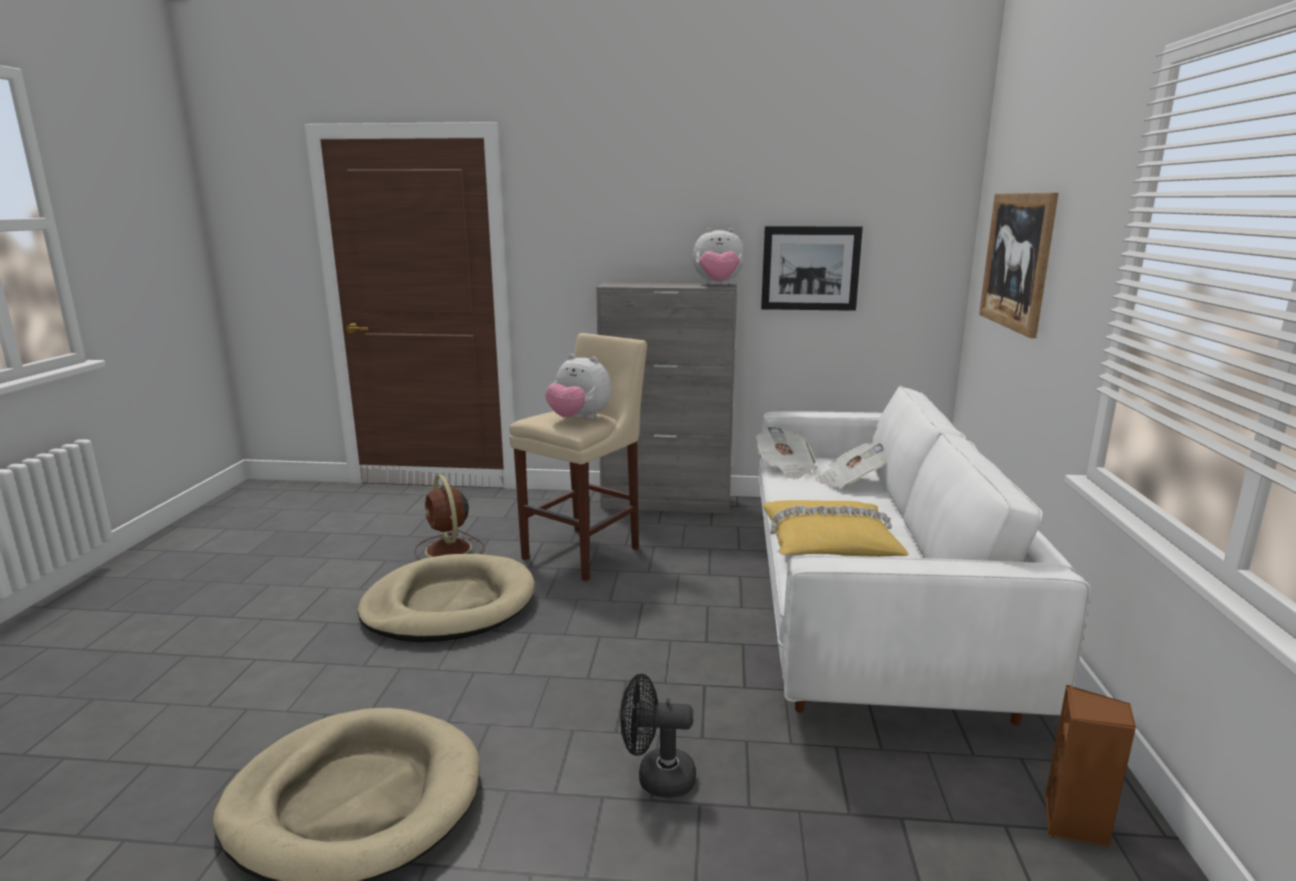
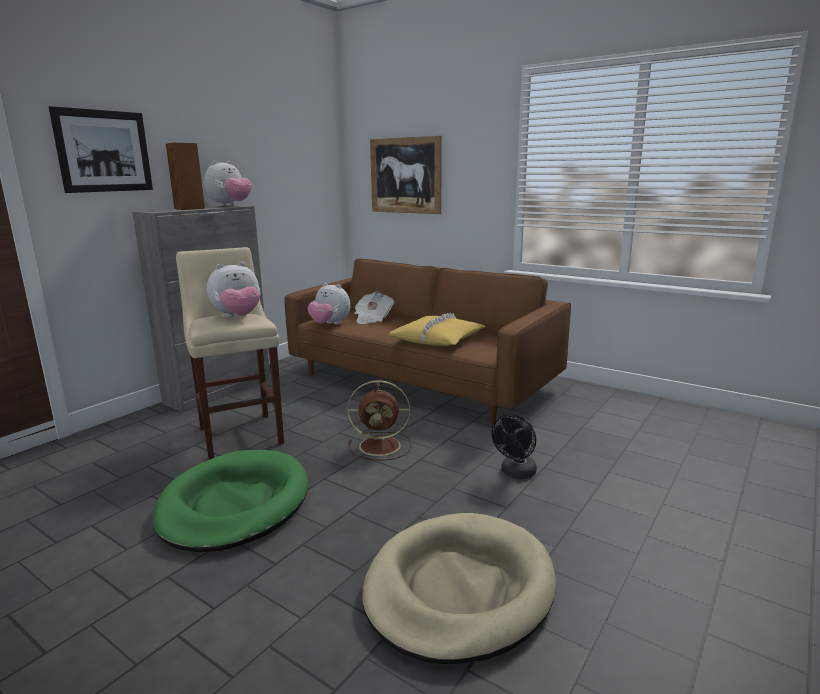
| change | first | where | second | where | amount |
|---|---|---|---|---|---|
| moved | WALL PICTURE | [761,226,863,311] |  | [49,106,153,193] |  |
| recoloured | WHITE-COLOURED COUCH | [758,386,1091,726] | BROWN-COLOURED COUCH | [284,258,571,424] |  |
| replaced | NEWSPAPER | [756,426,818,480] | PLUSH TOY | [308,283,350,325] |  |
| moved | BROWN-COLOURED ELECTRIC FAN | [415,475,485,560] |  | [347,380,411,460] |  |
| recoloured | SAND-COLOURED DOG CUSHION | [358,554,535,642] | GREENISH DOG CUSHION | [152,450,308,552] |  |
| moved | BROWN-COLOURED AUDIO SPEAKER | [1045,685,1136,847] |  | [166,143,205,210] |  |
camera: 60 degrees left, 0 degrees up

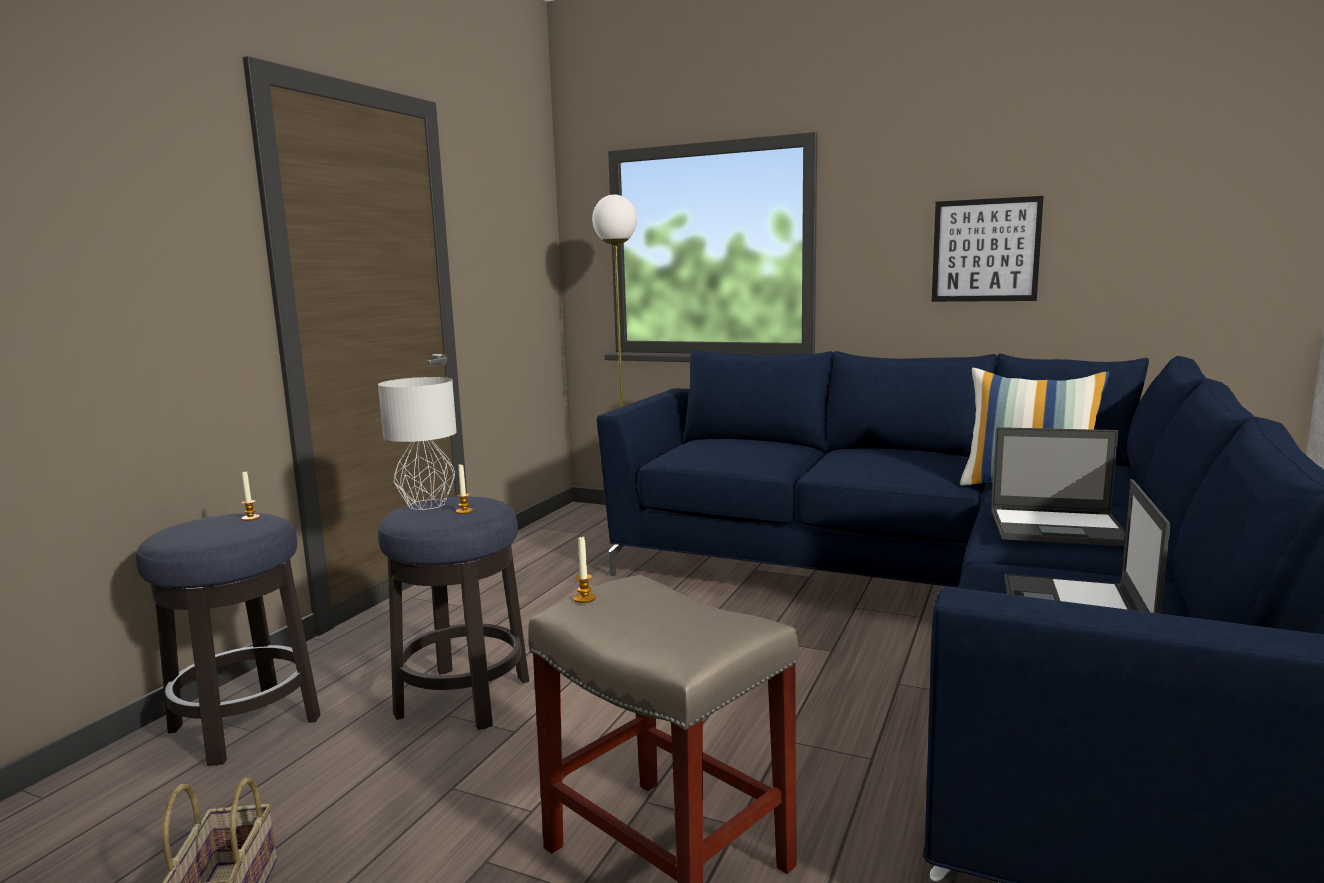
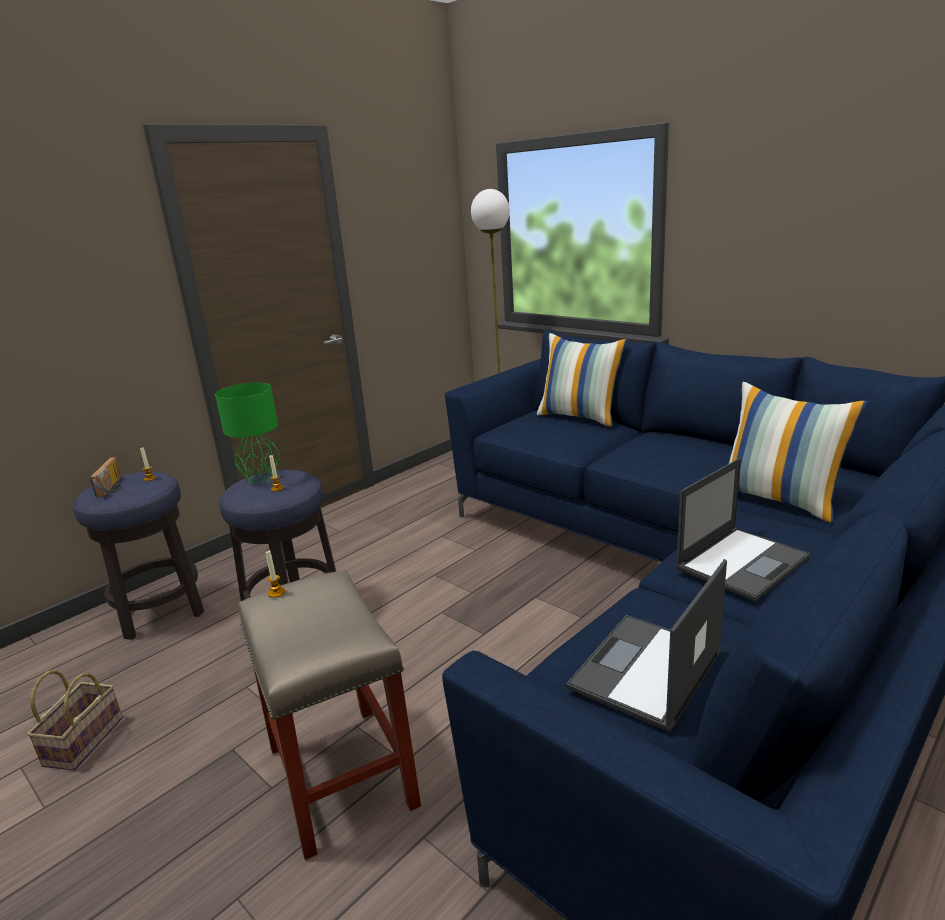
| change | first | where | second | where | amount |
|---|---|---|---|---|---|
| removed | WALL PICTURE | [932,196,1044,302] |  |  |  |
| recoloured | GREY LAMP FOR A TABLE | [378,377,457,510] | GREENISH LAMP FOR A TABLE | [215,383,280,483] |  |
| turned | NOTEBOOK COMPUTER | [991,427,1125,546] |  | [675,458,810,601] | 75 degrees counterclockwise |
| added |  |  | PILLOW | [537,333,628,427] |  |
| added |  |  | RADIO SET | [90,457,122,498] |  |
camera: 20 degrees right, 10 degrees up

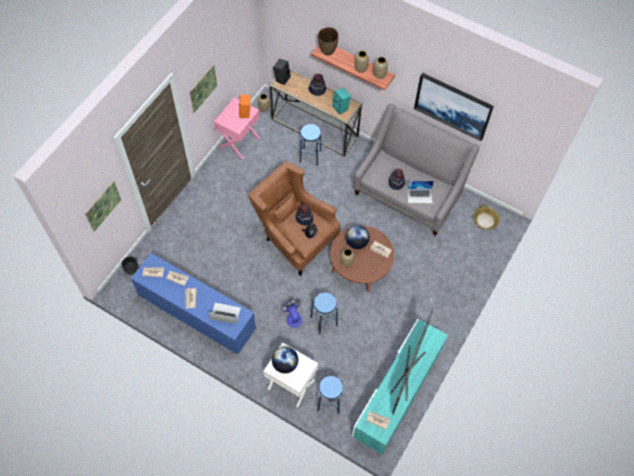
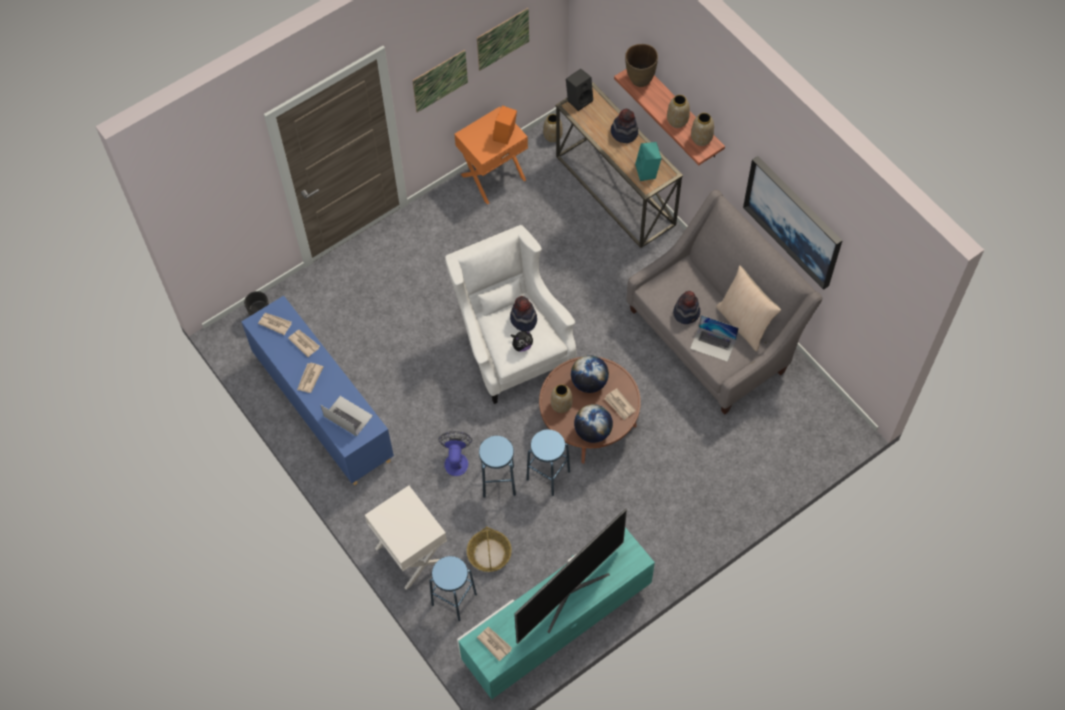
| change | first | where | second | where | amount |
|---|---|---|---|---|---|
| recoloured | PINKISH BEDSIDE TABLE | [214,97,260,159] | ORANGE-COLOURED BEDSIDE TABLE | [454,107,528,204] |  |
| moved | BLUISH STOOL SEAT | [300,124,321,166] |  | [526,429,570,496] |  |
| recoloured | BROWN-COLOURED LOUNGE CHAIR | [248,161,340,276] | WHITE-COLOURED LOUNGE CHAIR | [445,225,576,404] |  |
| moved | WALL PICTURE | [85,181,121,232] |  | [477,8,529,71] |  |
| moved | BASKET | [473,204,500,230] |  | [467,526,512,572] |  |
| moved | GLOBE | [272,346,299,373] |  | [574,404,613,443] |  |
| added |  |  | SAND-COLOURED PILLOW | [716,265,781,352] |  |
camera: 25 degrees right, 0 degrees up

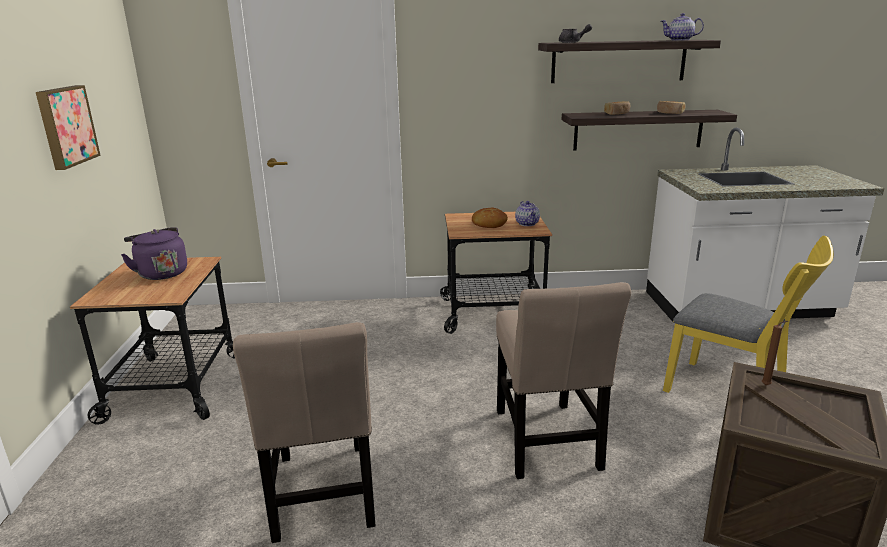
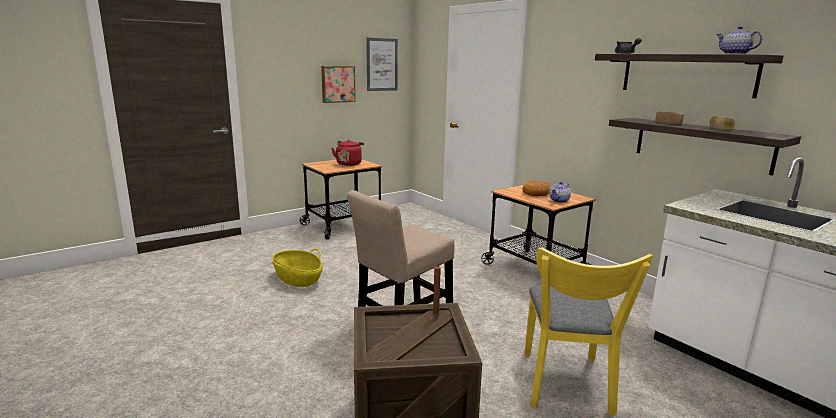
| change | first | where | second | where | amount |
|---|---|---|---|---|---|
| recoloured | PURPLISH WATER KETTLE | [121,227,187,280] | REDDISH WATER KETTLE | [331,140,364,166] |  |
| replaced | SAND-COLOURED CHAIR | [233,322,375,543] | BASKET | [272,248,323,287] |  |
| added |  |  | WALL PICTURE | [366,38,398,91] |  |
camera: 55 degrees right, 5 degrees down

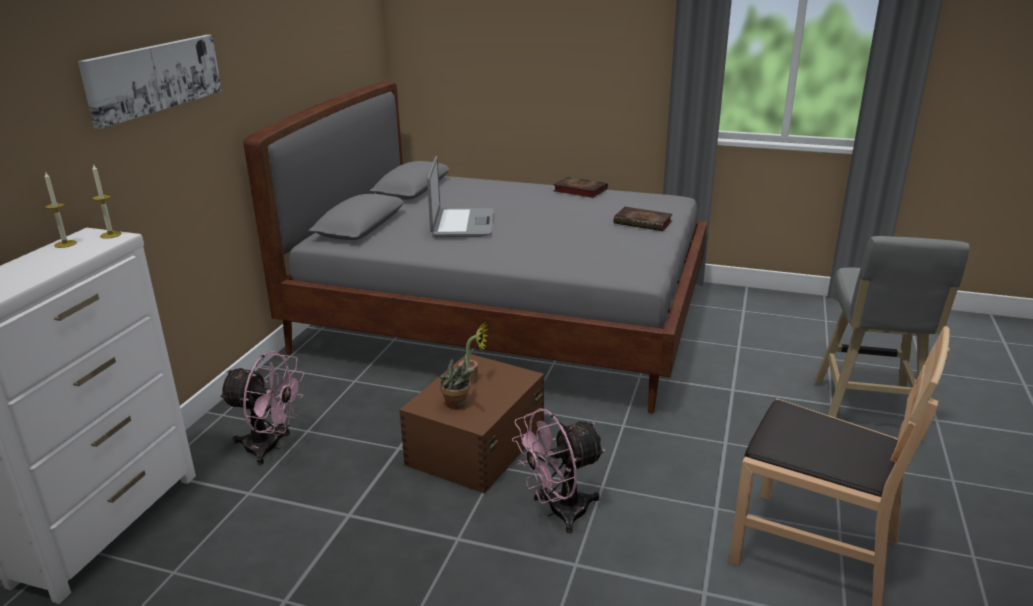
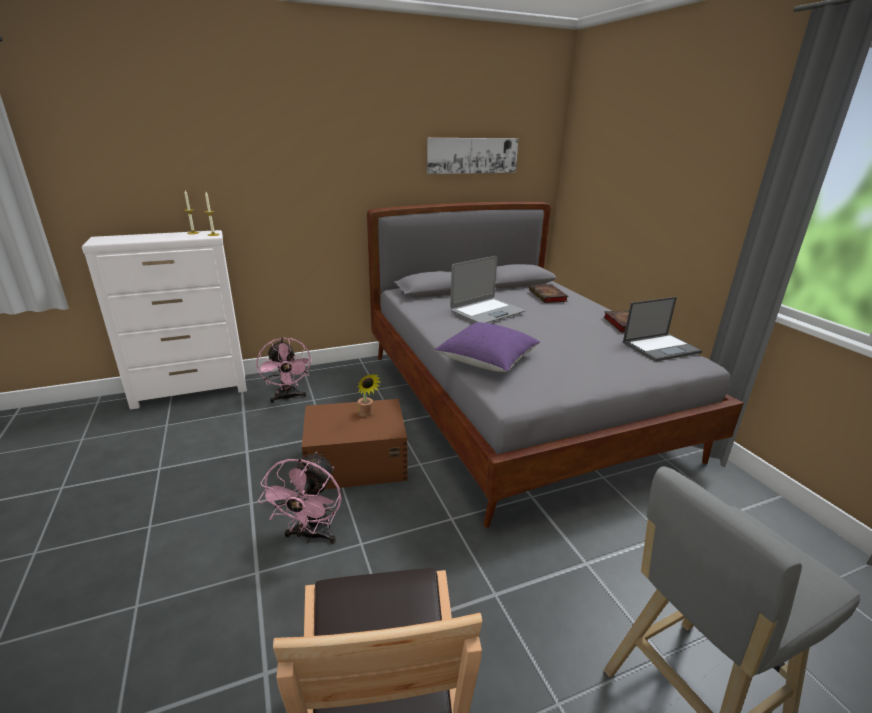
| change | first | where | second | where | amount |
|---|---|---|---|---|---|
| moved | WALL PICTURE | [78,35,222,129] |  | [427,138,518,174] |  |
| moved | BOUND BOOK | [614,207,673,231] |  | [529,284,569,303] |  |
| removed | HOUSEPLANT | [440,354,475,409] |  |  |  |
| turned | PINKISH ELECTRIC FAN | [512,408,605,533] |  | [258,452,341,544] | 105 degrees counterclockwise |
| added |  |  | NOTEBOOK COMPUTER | [623,297,702,362] |  |
| added |  |  | PURPLISH PILLOW | [434,322,540,372] |  |
camera: 50 degrees right, 0 degrees up

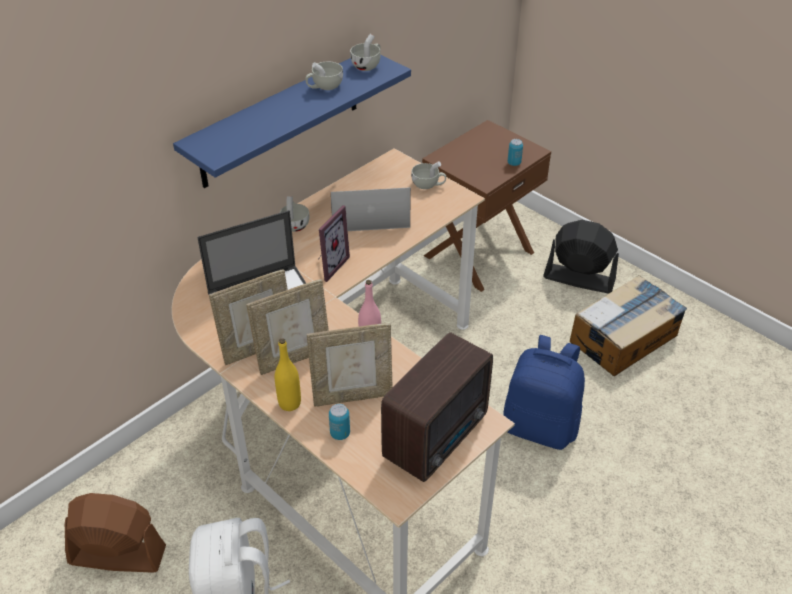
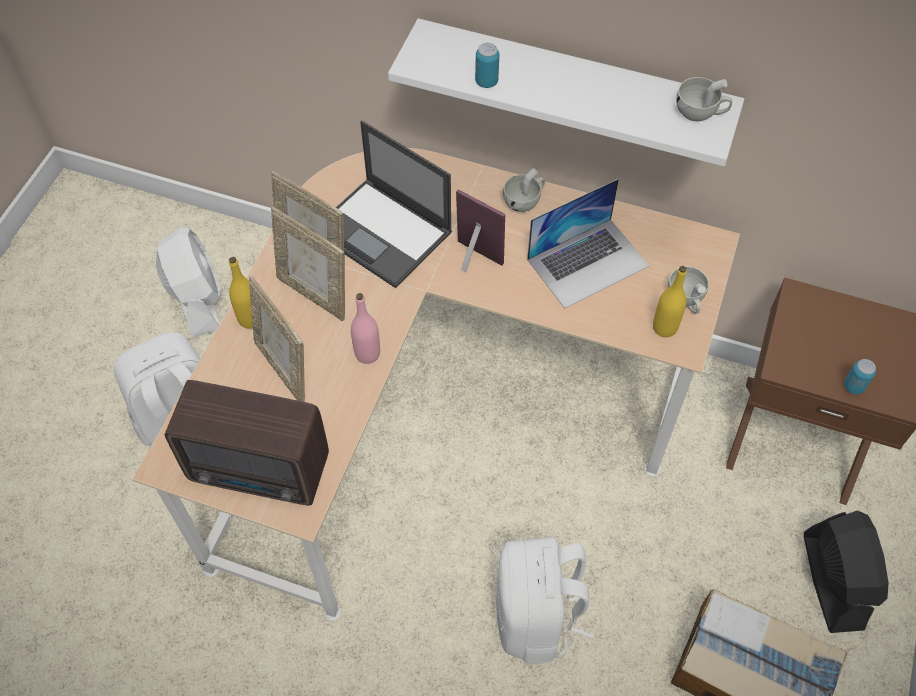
| change | first | where | second | where | amount |
|---|---|---|---|---|---|
| recoloured | BLUISH WALL SHELF | [173,55,411,188] | WHITE-COLOURED WALL SHELF | [388,18,744,166] |  |
| removed | WHITE-COLOURED DRINKING CUP | [305,61,343,90] |  |  |  |
| turned | NOTEBOOK COMPUTER | [331,187,411,231] |  | [527,178,650,309] | 90 degrees clockwise |
| turned | STANDING FRAME | [317,205,350,282] |  | [456,189,505,272] | 150 degrees counterclockwise |
| recoloured | BLUISH KNAPSACK | [504,335,585,450] | WHITE-COLOURED KNAPSACK | [496,537,594,664] |  |
| moved | METAL CAN | [329,404,350,440] |  | [475,43,499,88] |  |
| recoloured | BROWN-COLOURED ELECTRIC FAN | [65,493,166,573] | WHITE-COLOURED ELECTRIC FAN | [156,227,221,338] |  |
| added |  |  | YELLOWISH BEVERAGE BOTTLE | [653,266,687,337] |  |
camera: 65 degrees right, 15 degrees up

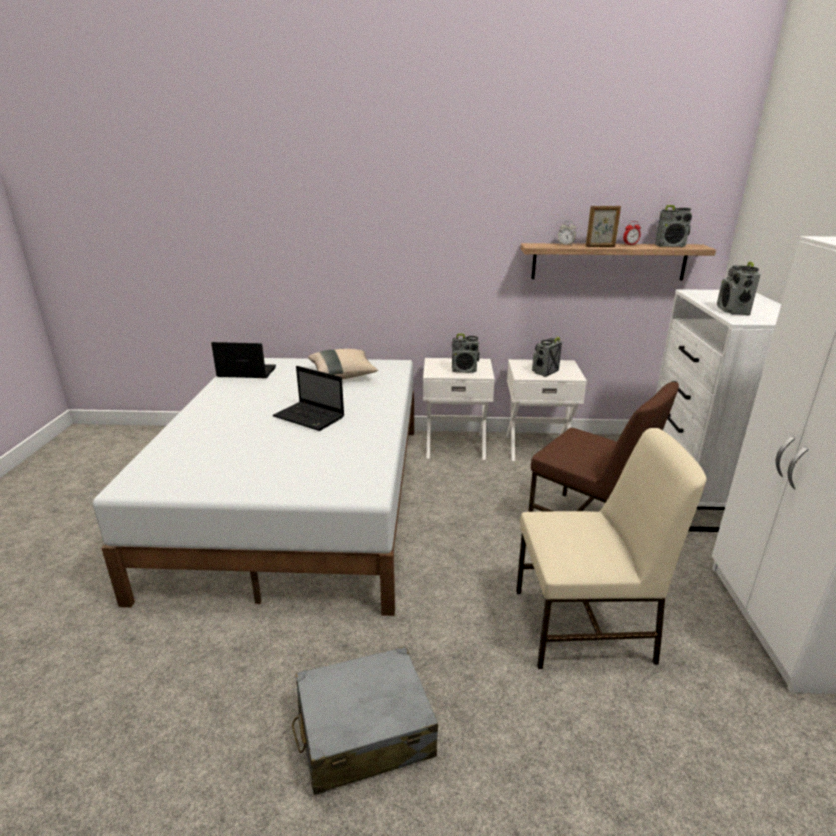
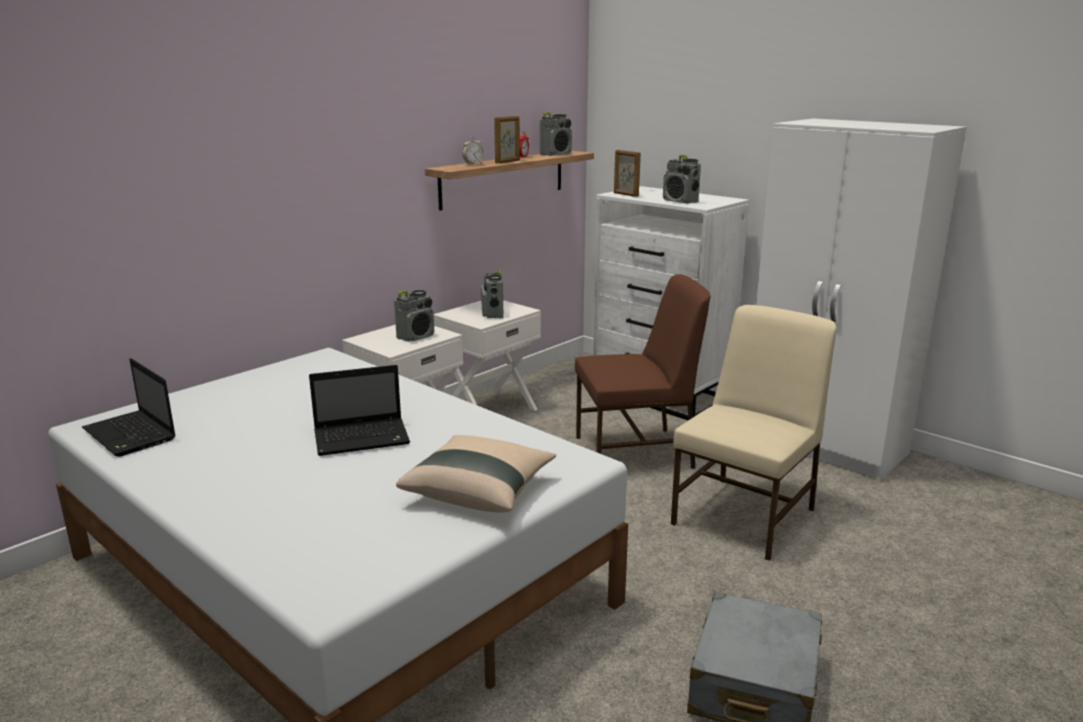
| change | first | where | second | where | amount |
|---|---|---|---|---|---|
| turned | NOTEBOOK COMPUTER | [211,342,276,378] |  | [82,358,176,457] | 90 degrees counterclockwise |
| moved | SAND-COLOURED PILLOW | [308,349,378,379] |  | [396,435,556,513] |  |
| added |  |  | STANDING FRAME | [614,150,641,197] |  |
camera: 50 degrees left, 5 degrees down

